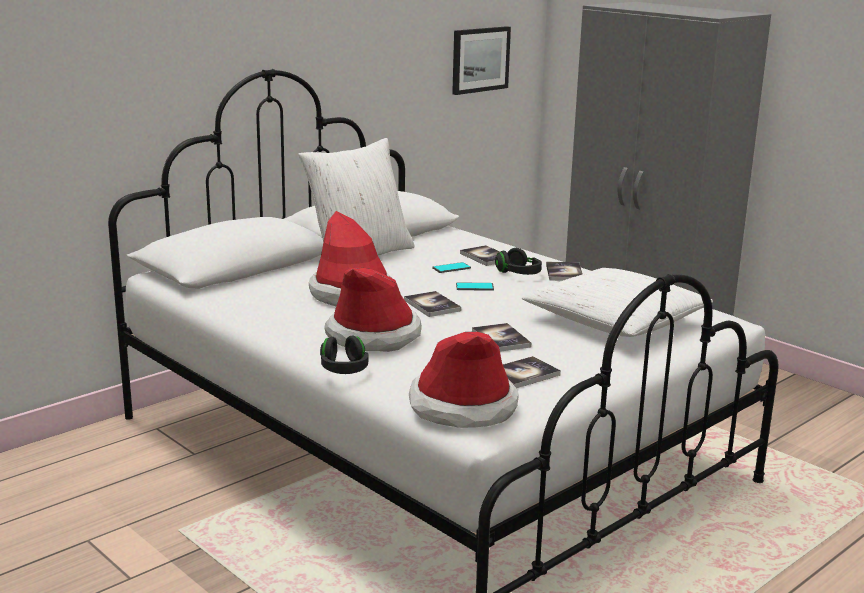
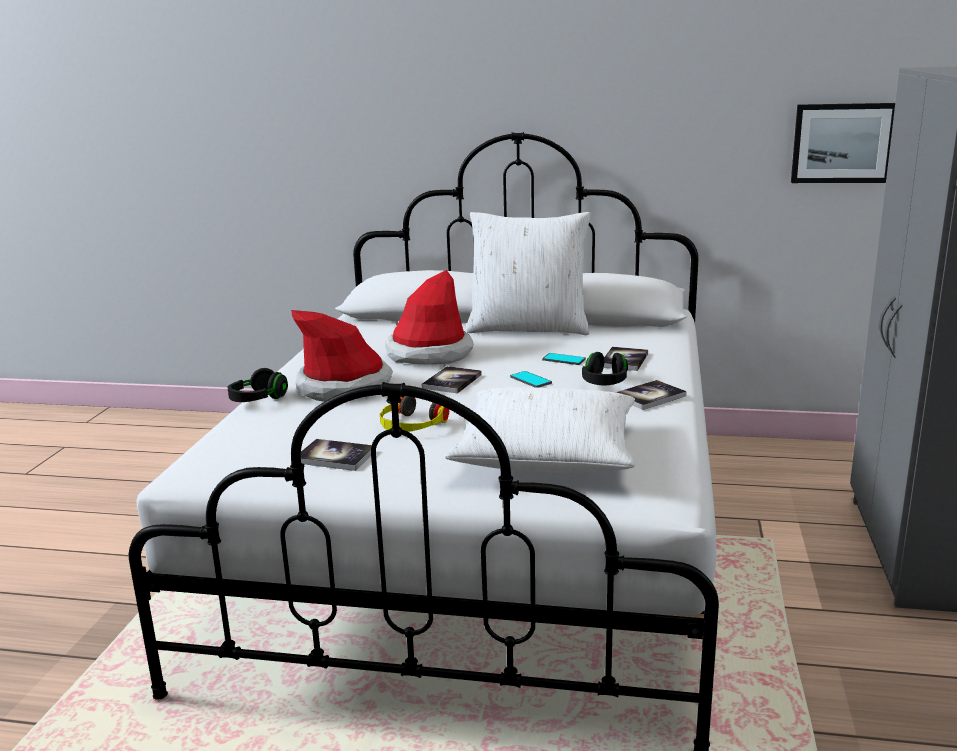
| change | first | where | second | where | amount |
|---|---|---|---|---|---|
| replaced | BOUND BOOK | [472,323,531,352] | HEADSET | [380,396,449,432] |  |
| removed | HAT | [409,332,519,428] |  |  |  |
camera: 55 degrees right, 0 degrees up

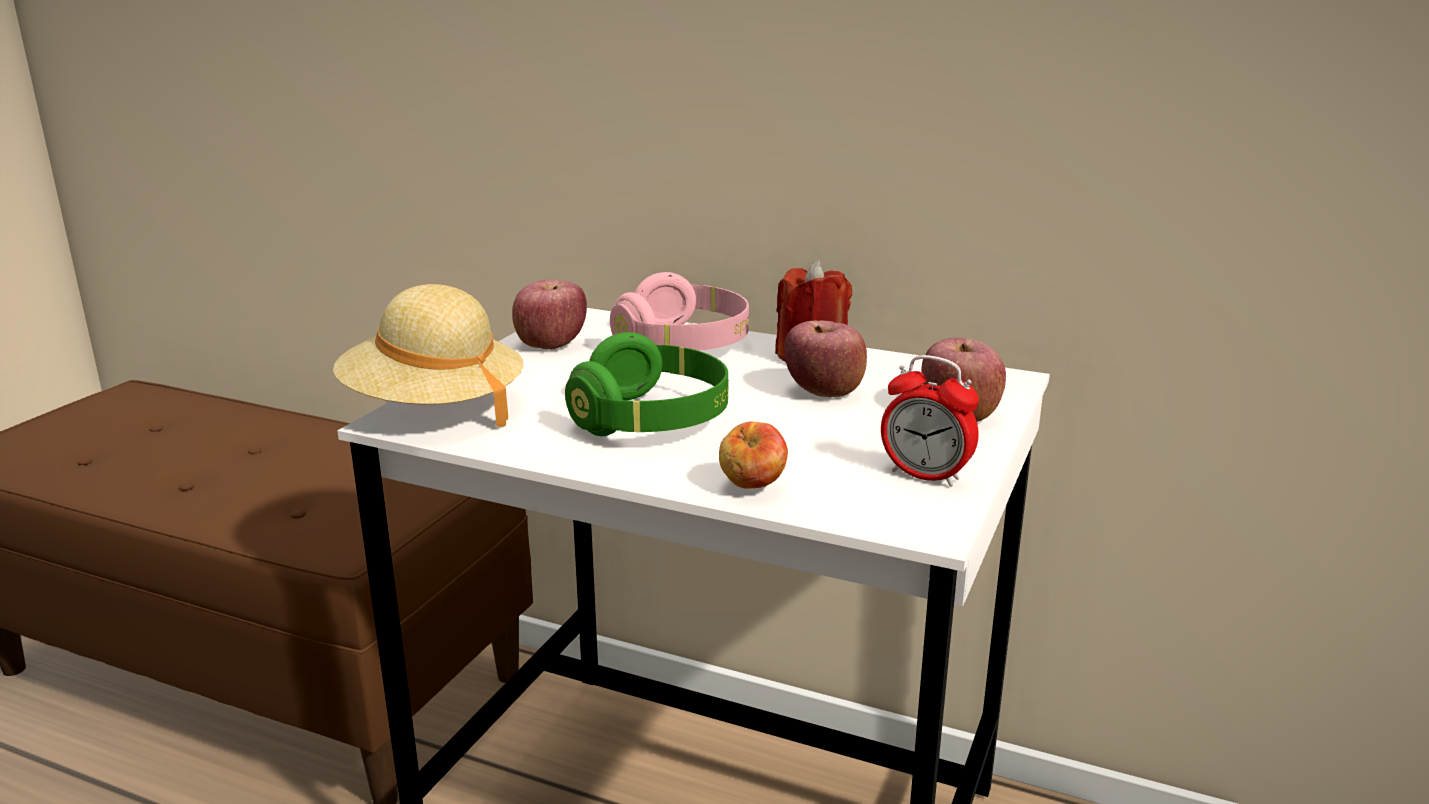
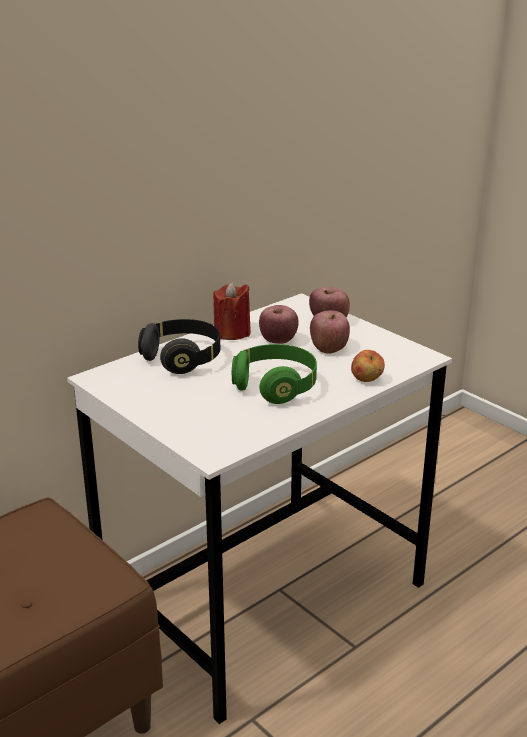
| change | first | where | second | where | amount |
|---|---|---|---|---|---|
| recoloured | PINKISH HEADSET | [610,272,749,351] | BLACK-COLOURED HEADSET | [138,319,220,374] |  |
| moved | WHOLE APPLE | [512,279,587,350] |  | [310,310,350,354] |  |
| removed | SAND-COLOURED HAT | [333,284,524,427] |  |  |  |
| removed | ALARM CLOCK | [881,355,979,487] |  |  |  |
camera: 65 degrees left, 5 degrees up

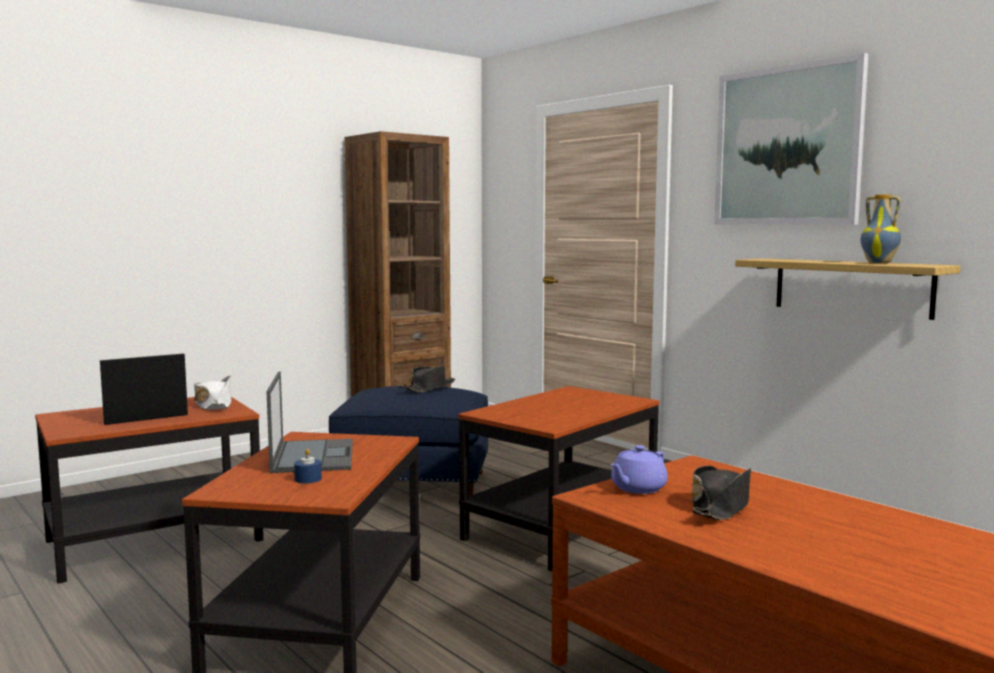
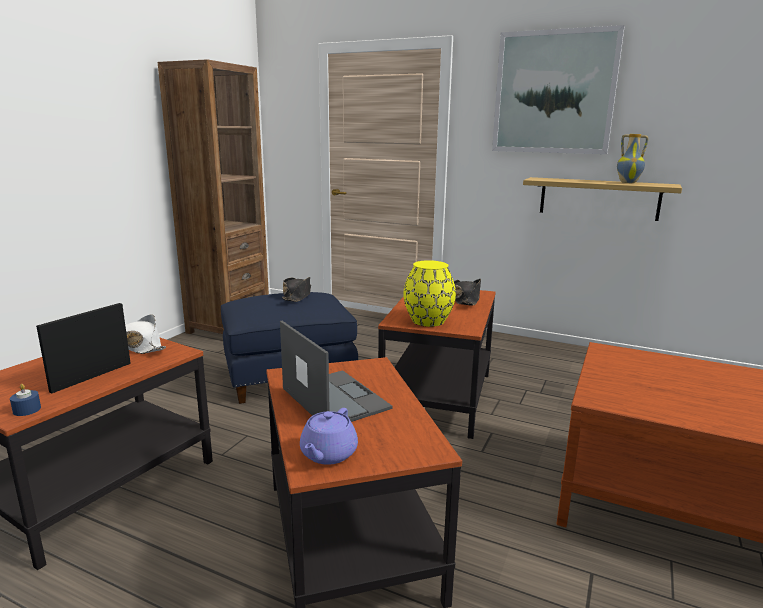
| change | first | where | second | where | amount |
|---|---|---|---|---|---|
| moved | PURPLISH POT FOR TEA | [611,445,668,494] |  | [300,408,358,465] |  |
| moved | BLUISH CANDLE | [294,449,322,483] |  | [10,384,41,416] |  |
| moved | BLACK-COLOURED HAT | [691,466,751,520] |  | [454,279,481,306] |  |
| added |  |  | YELLOWISH DECORATIVE VASE | [403,260,456,327] |  |
camera: 25 degrees left, 10 degrees up

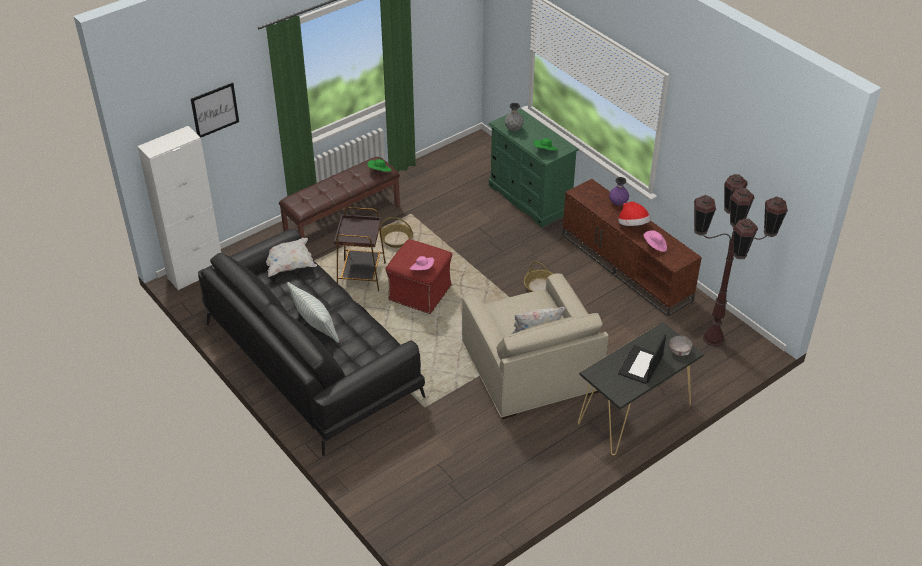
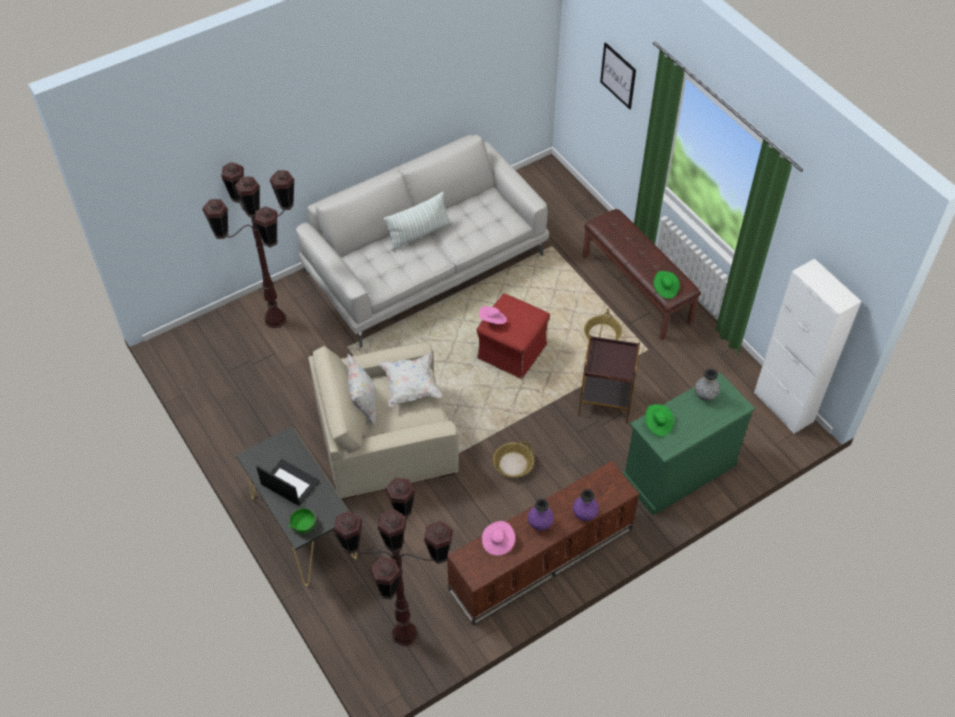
| change | first | where | second | where | amount |
|---|---|---|---|---|---|
| moved | WHITE-COLOURED STORAGE CABINET | [137,126,221,291] |  | [754,259,861,434] |  |
| replaced | HAT | [619,202,651,226] | PURPLISH DECORATIVE VASE | [528,499,554,531] |  |
| moved | BROWN-COLOURED END TABLE | [334,207,386,291] |  | [578,334,640,424] |  |
| recoloured | BLACK-COLOURED COUCH | [198,229,425,456] | WHITE-COLOURED COUCH | [296,135,549,348] |  |
| moved | WHITE-COLOURED PILLOW | [266,238,317,277] |  | [379,353,441,407] |  |
| recoloured | GREY DEEP DISH | [669,336,693,356] | GREENISH DEEP DISH | [289,508,317,534] |  |
| added |  |  | BROWN-COLOURED STANDARD LAMP | [202,162,295,328] |  |
camera: 95 degrees right, 10 degrees up

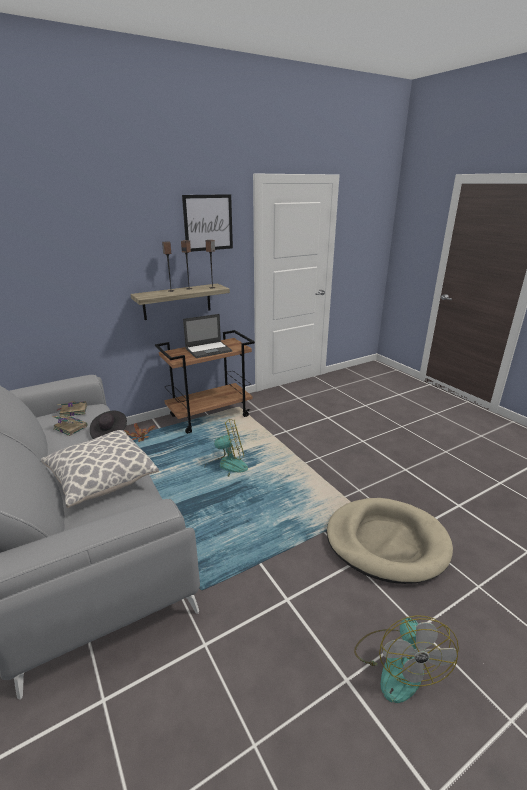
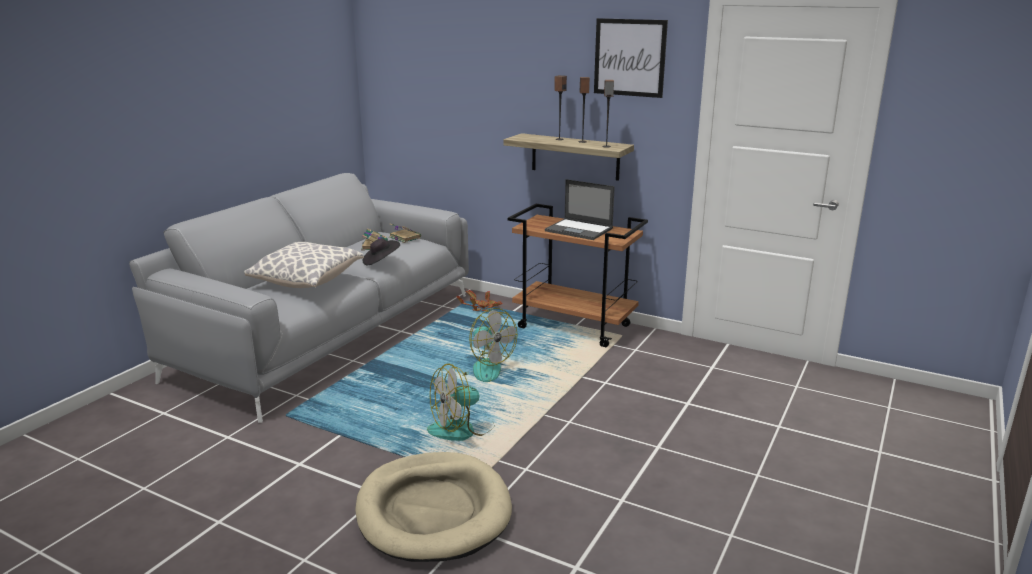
| change | first | where | second | where | amount |
|---|---|---|---|---|---|
| moved | ELECTRIC FAN | [354,615,459,703] |  | [427,363,494,441] |  |
camera: 60 degrees right, 5 degrees down

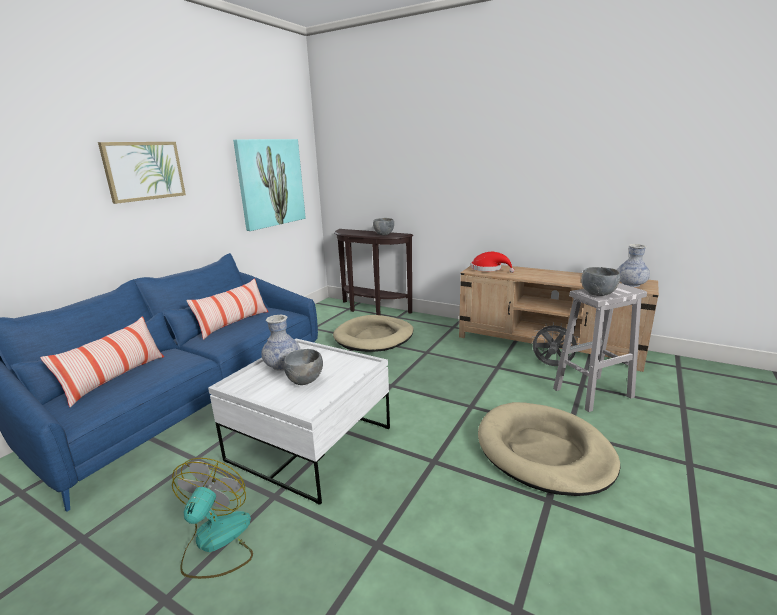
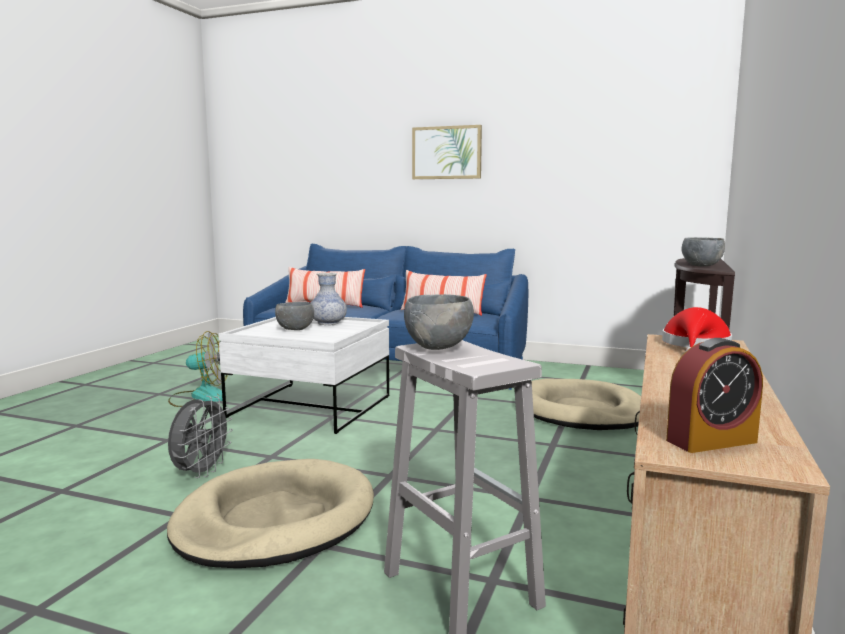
| change | first | where | second | where | amount |
|---|---|---|---|---|---|
| removed | WALL PICTURE | [233,139,306,231] |  |  |  |
| replaced | DECORATIVE VASE | [617,244,650,287] | ALARM CLOCK | [666,338,763,453] |  |
| moved | GREY ELECTRIC FAN | [531,322,579,366] |  | [168,396,233,478] |  |
camera: 80 degrees right, 10 degrees down

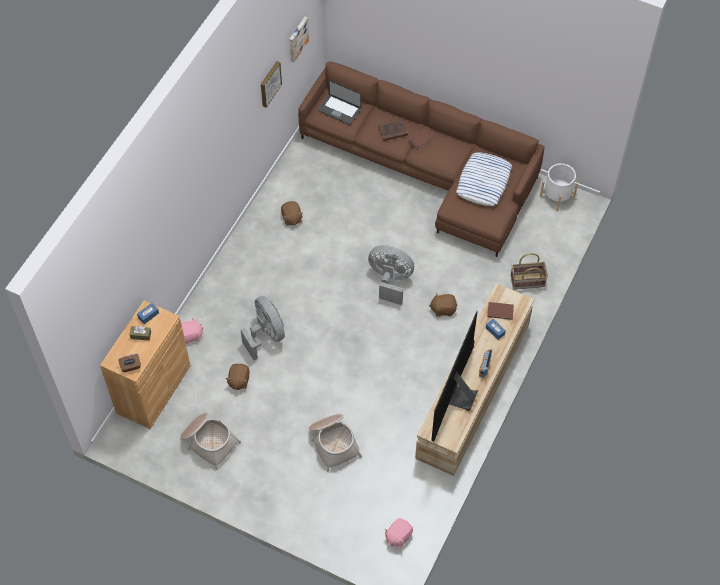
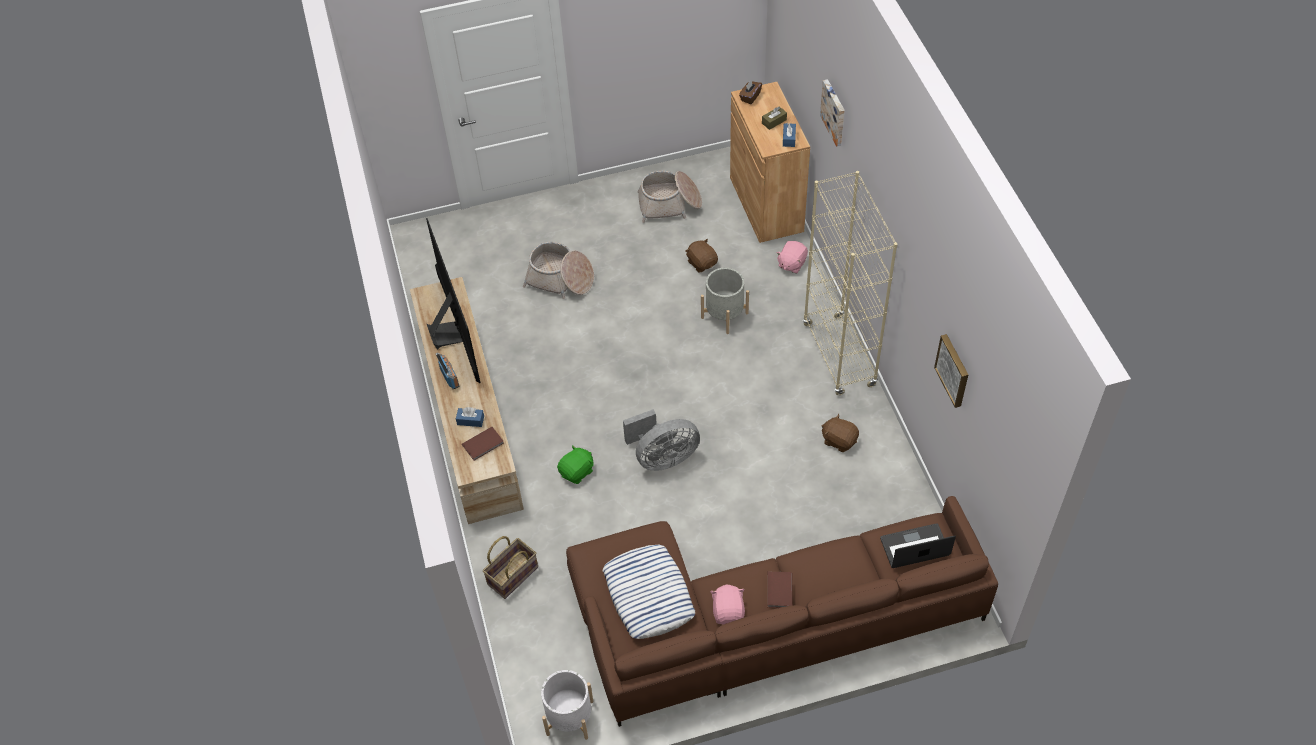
| change | first | where | second | where | amount |
|---|---|---|---|---|---|
| moved | WALL PICTURE | [289,17,309,62] |  | [820,79,845,146] |  |
| removed | BROWN-COLOURED BOUND BOOK | [378,120,408,141] |  |  |  |
| recoloured | BROWN-COLOURED PLUSH TOY | [429,293,457,317] | GREENISH PLUSH TOY | [557,445,594,484] |  |
| replaced | GREY ELECTRIC FAN | [240,296,285,360] | GREY PLANTER | [701,268,749,334] |  |
| moved | PINKISH PLUSH TOY | [385,518,413,548] |  | [710,584,745,625] |  |
| added |  |  | SAND-COLOURED BOOKCASE | [803,171,898,396] |  |
camera: 140 degrees right, 5 degrees down

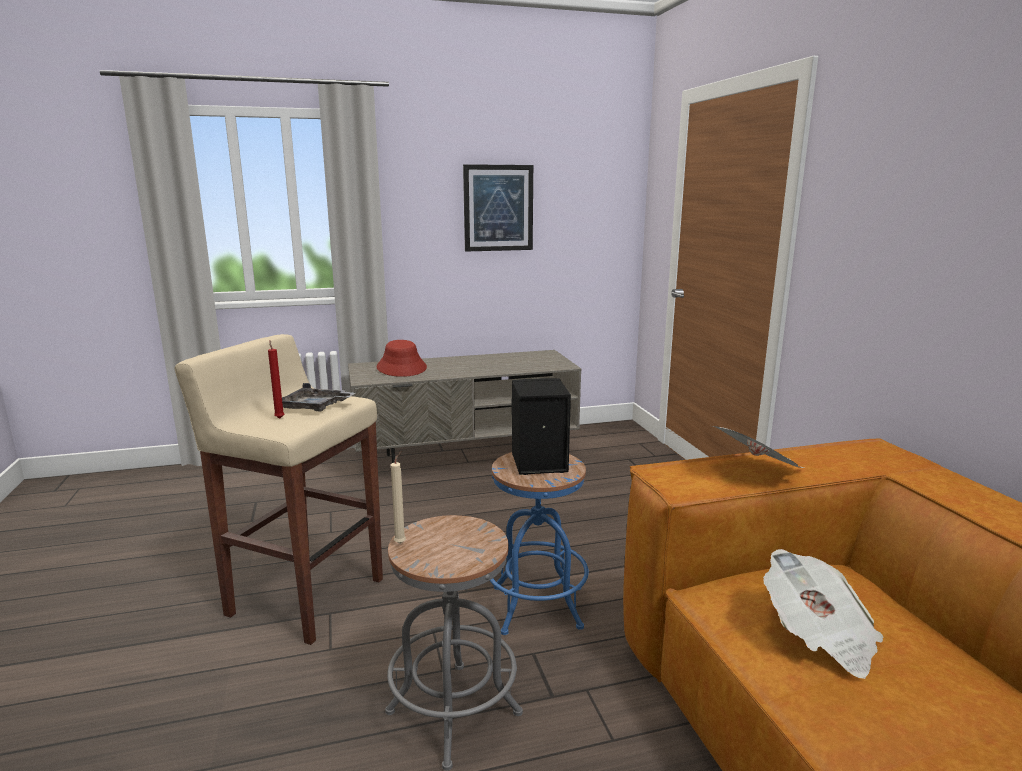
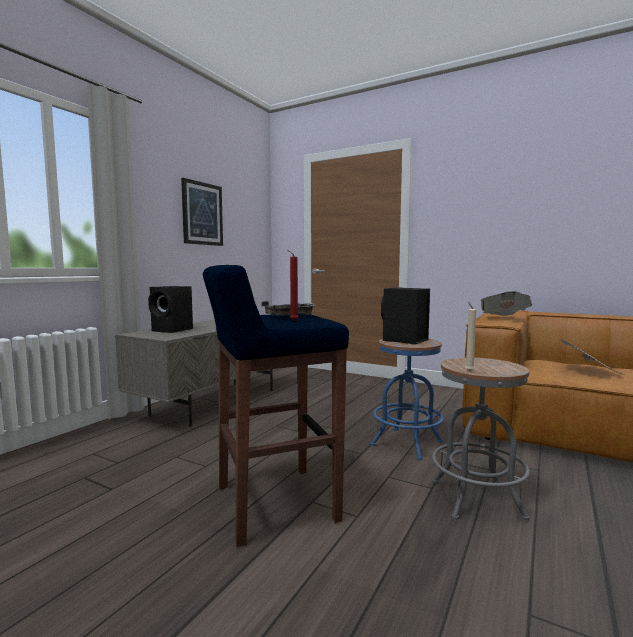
| change | first | where | second | where | amount |
|---|---|---|---|---|---|
| recoloured | SAND-COLOURED STOOL SEAT | [175,334,383,645] | BLUISH STOOL SEAT | [203,265,349,547] |  |
| replaced | REDDISH HAT | [376,340,427,377] | BLACK-COLOURED AUDIO SPEAKER | [148,286,193,333] |  |
camera: 45 degrees left, 10 degrees down

